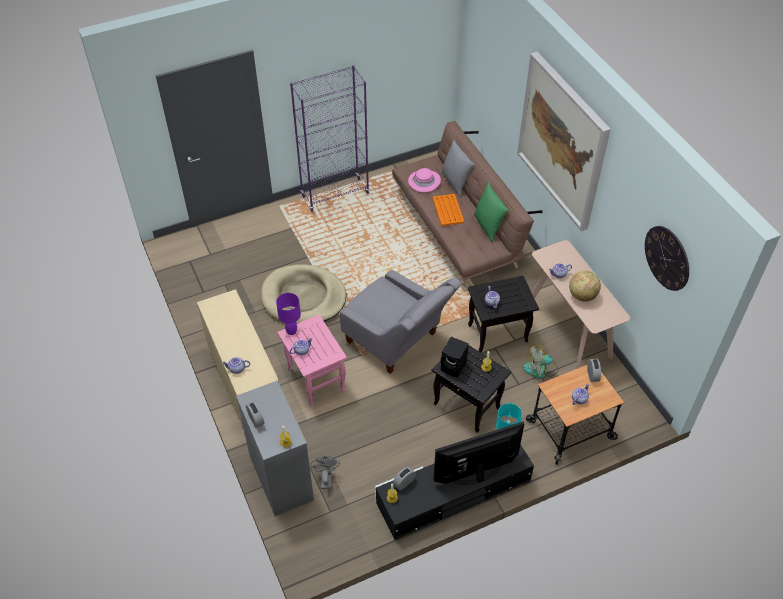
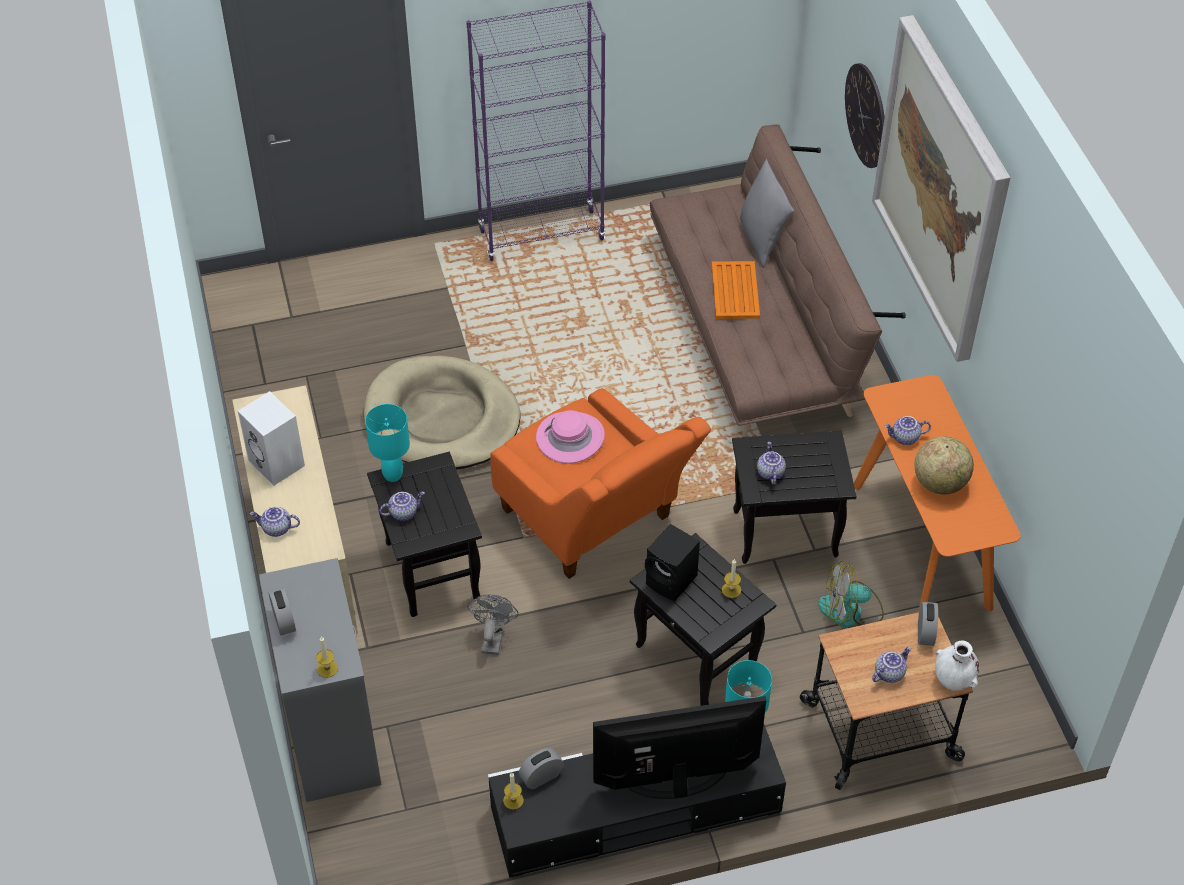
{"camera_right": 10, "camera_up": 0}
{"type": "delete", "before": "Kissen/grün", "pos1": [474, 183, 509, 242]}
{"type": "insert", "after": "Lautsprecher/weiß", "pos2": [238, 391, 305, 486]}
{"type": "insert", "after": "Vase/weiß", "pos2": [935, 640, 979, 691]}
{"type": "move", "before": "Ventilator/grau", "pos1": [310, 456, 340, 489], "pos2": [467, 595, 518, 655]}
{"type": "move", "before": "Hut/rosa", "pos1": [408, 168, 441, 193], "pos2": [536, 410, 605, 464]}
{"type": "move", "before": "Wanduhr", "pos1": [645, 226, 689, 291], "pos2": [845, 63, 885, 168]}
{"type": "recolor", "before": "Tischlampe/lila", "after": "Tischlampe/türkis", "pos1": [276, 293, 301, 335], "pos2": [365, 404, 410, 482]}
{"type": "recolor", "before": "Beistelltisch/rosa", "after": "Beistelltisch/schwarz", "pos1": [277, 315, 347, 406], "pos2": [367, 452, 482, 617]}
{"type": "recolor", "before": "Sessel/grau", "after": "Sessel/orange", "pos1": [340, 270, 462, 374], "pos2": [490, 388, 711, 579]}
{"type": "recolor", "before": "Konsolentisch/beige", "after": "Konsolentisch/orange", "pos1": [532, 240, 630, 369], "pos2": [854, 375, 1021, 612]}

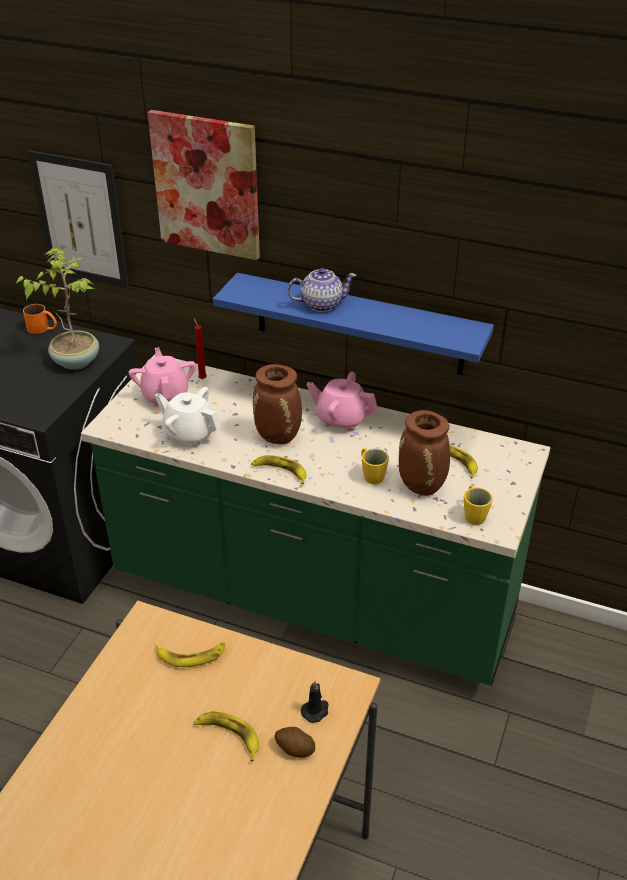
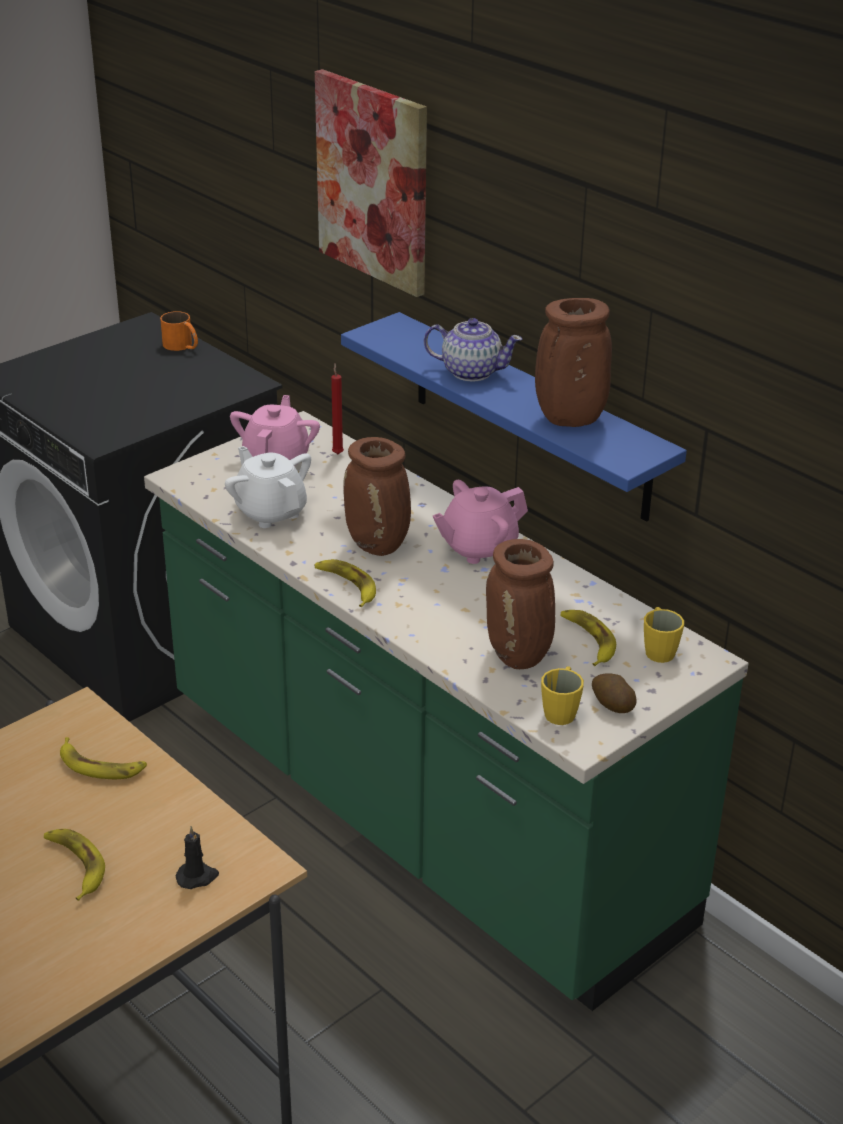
{"camera_right": 25, "camera_up": -5}
{"type": "delete", "before": "Topfpflanze", "pos1": [15, 248, 99, 370]}
{"type": "delete", "before": "Bild", "pos1": [27, 150, 129, 288]}
{"type": "insert", "after": "Vase/braun", "pos2": [535, 298, 612, 427]}
{"type": "move", "before": "Kartoffel", "pos1": [274, 727, 315, 758], "pos2": [592, 673, 637, 713]}
{"type": "move", "before": "Henkelbecher/gelb", "pos1": [361, 448, 389, 484], "pos2": [644, 607, 684, 663]}
{"type": "rotate", "before": "Teekanne/rosa", "pos1": [307, 372, 378, 431], "pos2": [433, 480, 528, 564], "turn": -75}

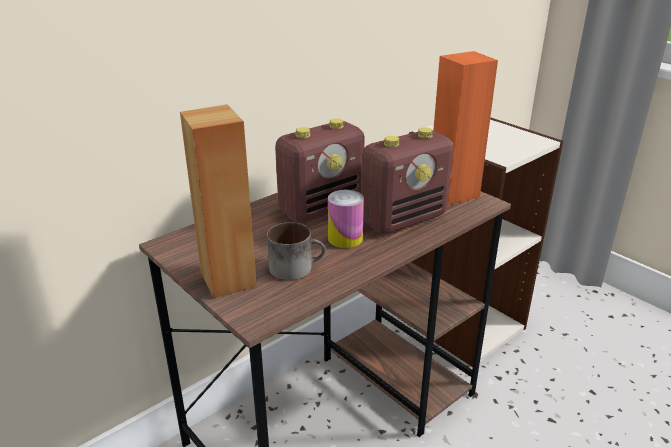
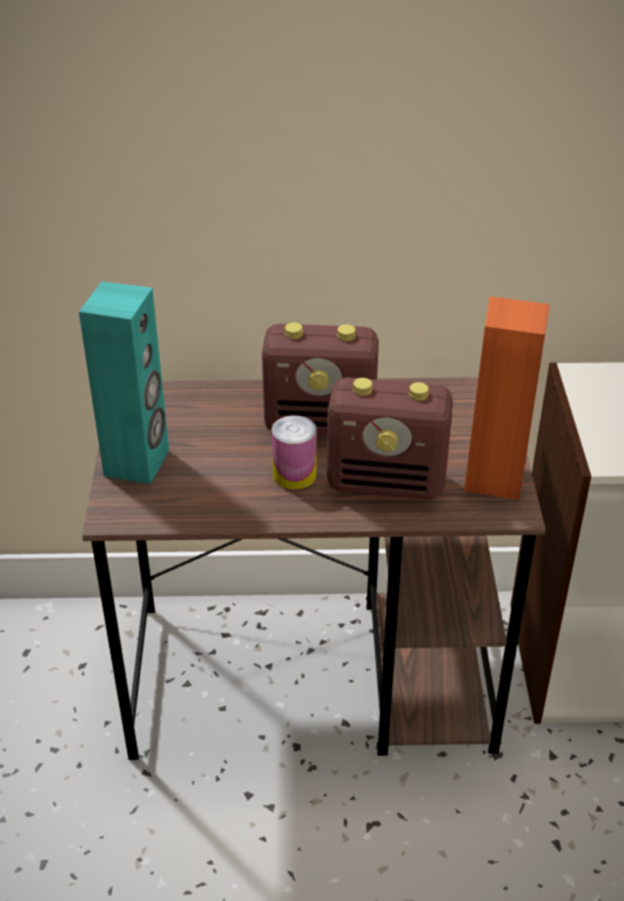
{"camera_right": 40, "camera_up": 10}
{"type": "delete", "before": "Henkelbecher", "pos1": [267, 222, 326, 280]}
{"type": "recolor", "before": "Lautsprecher/braun", "after": "Lautsprecher/türkis", "pos1": [180, 104, 257, 298], "pos2": [79, 282, 169, 484]}

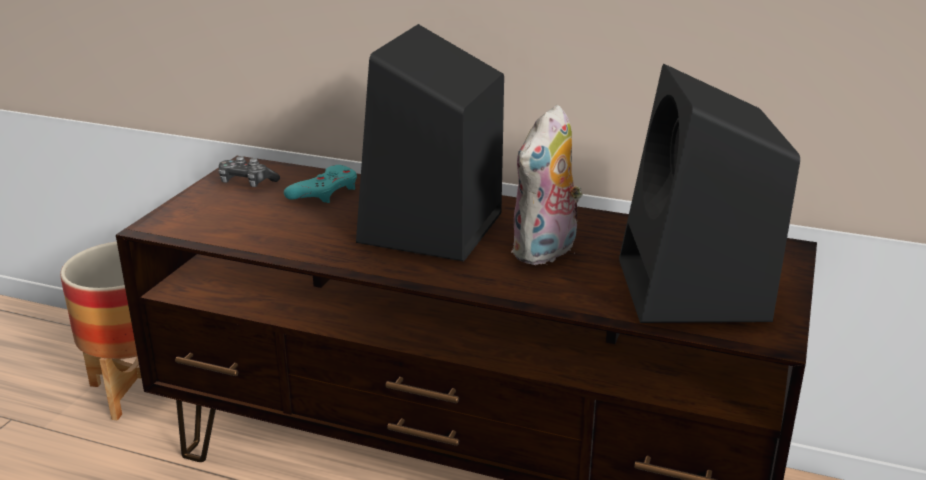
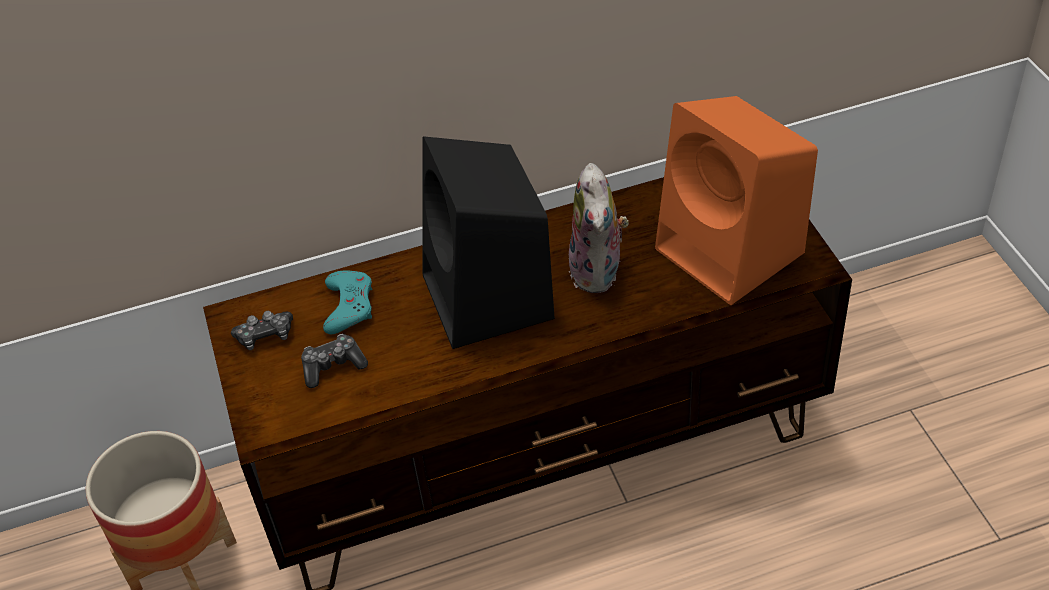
{"camera_right": -35, "camera_up": 20}
{"type": "insert", "after": "Gamepad", "pos2": [301, 334, 368, 388]}
{"type": "recolor", "before": "Lautsprecher/schwarz", "after": "Lautsprecher/orange", "pos1": [619, 64, 800, 323], "pos2": [655, 96, 818, 305]}

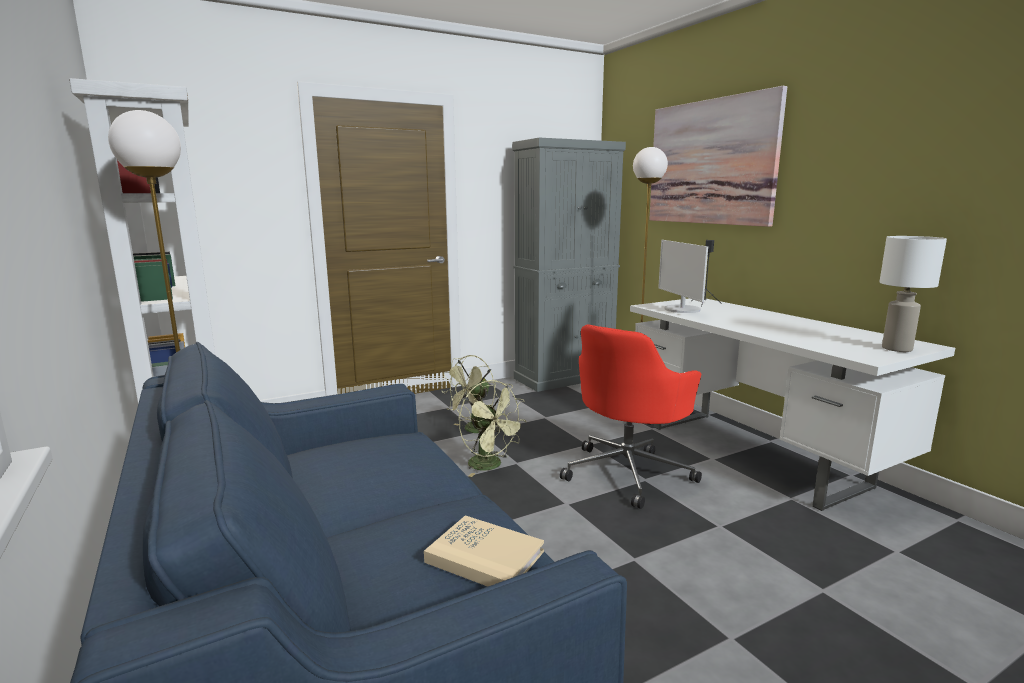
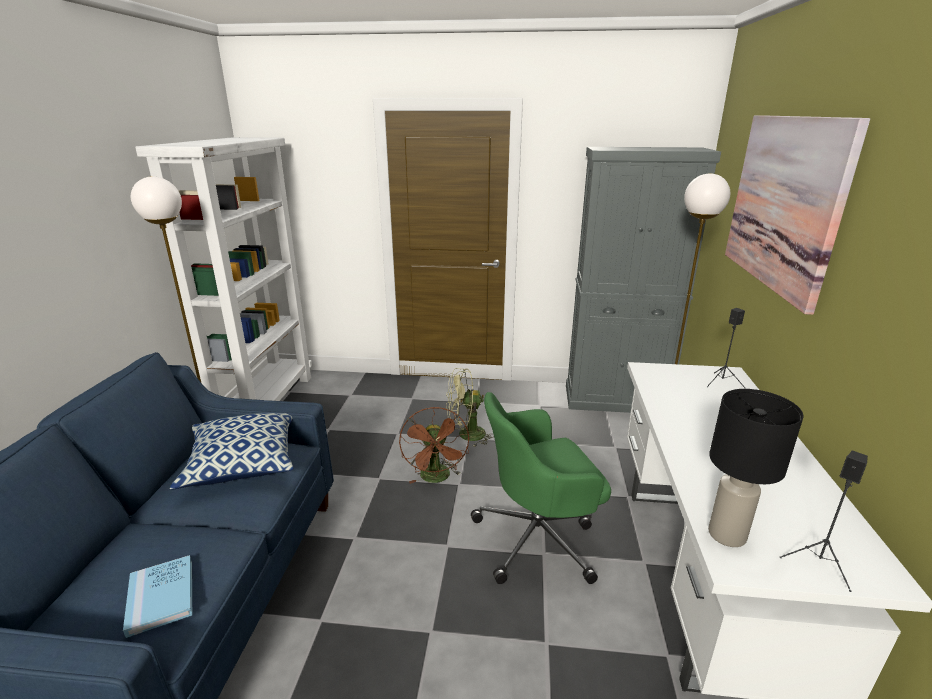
{"camera_right": 35, "camera_up": 10}
{"type": "delete", "before": "Monitor", "pos1": [658, 240, 708, 313]}
{"type": "insert", "after": "Kissen", "pos2": [170, 413, 294, 490]}
{"type": "insert", "after": "Tischlampe/schwarz", "pos2": [708, 389, 803, 547]}
{"type": "replace", "before": "Tischlampe/weiß", "after": "Lautsprecher/schwarz", "pos1": [880, 236, 947, 352], "pos2": [779, 450, 868, 592]}
{"type": "recolor", "before": "Buch/beige", "after": "Buch/blau", "pos1": [424, 515, 544, 587], "pos2": [123, 555, 192, 638]}
{"type": "recolor", "before": "Ventilator/grün", "after": "Ventilator/braun", "pos1": [459, 380, 527, 477], "pos2": [399, 407, 469, 484]}
{"type": "recolor", "before": "Bürostuhl/rot", "after": "Bürostuhl/grün", "pos1": [560, 324, 702, 509], "pos2": [471, 392, 611, 584]}

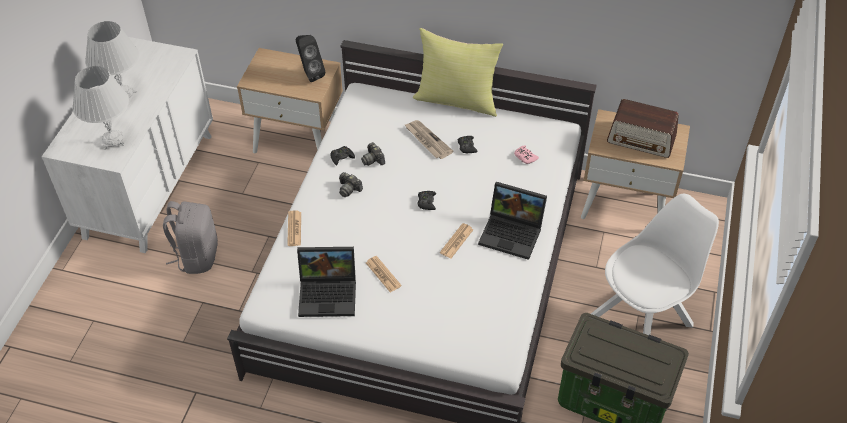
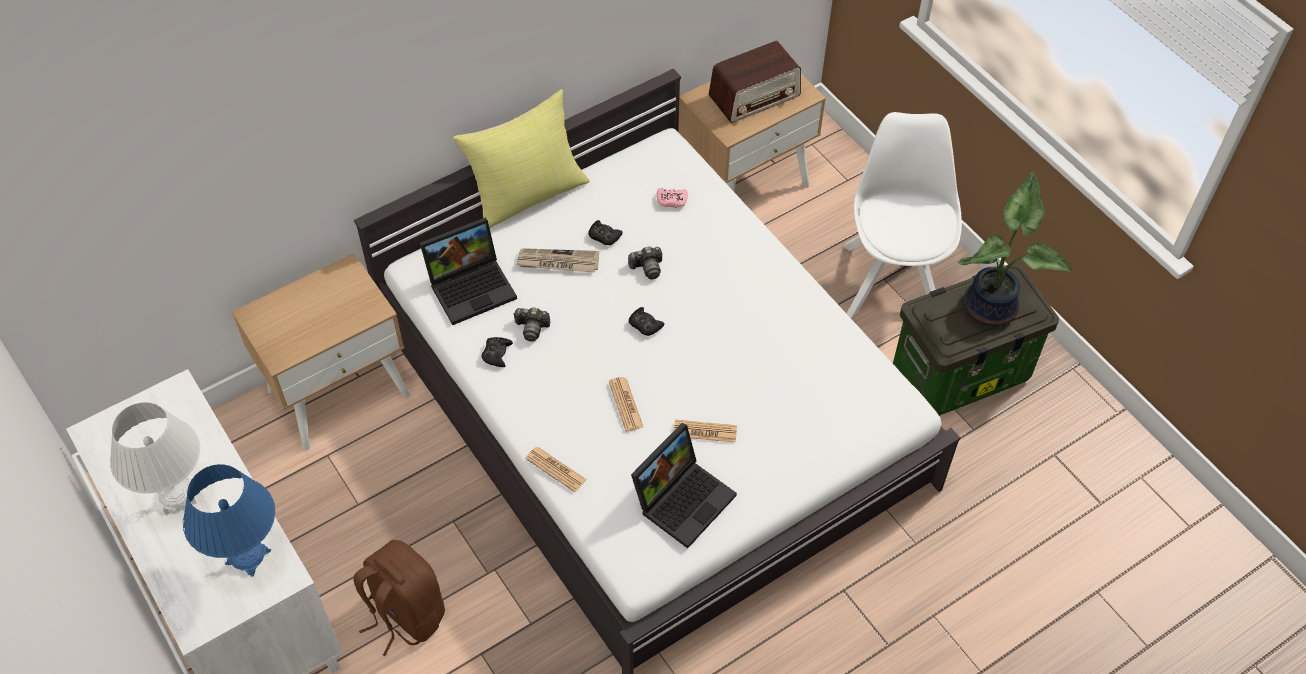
{"camera_right": -50, "camera_up": 5}
{"type": "delete", "before": "Lautsprecher/schwarz", "pos1": [296, 35, 325, 82]}
{"type": "insert", "after": "Topfpflanze", "pos2": [958, 172, 1071, 326]}
{"type": "move", "before": "Kamera", "pos1": [339, 172, 363, 197], "pos2": [628, 246, 662, 279]}
{"type": "move", "before": "Zeitung", "pos1": [440, 223, 474, 258], "pos2": [609, 377, 643, 431]}
{"type": "move", "before": "Laptop", "pos1": [478, 182, 547, 260], "pos2": [420, 218, 517, 325]}
{"type": "recolor", "before": "Tischlampe/weiß", "after": "Tischlampe/blau", "pos1": [72, 66, 129, 150], "pos2": [183, 464, 275, 577]}
{"type": "recolor", "before": "Rucksack/grau", "after": "Rucksack/braun", "pos1": [163, 201, 218, 274], "pos2": [353, 540, 445, 656]}

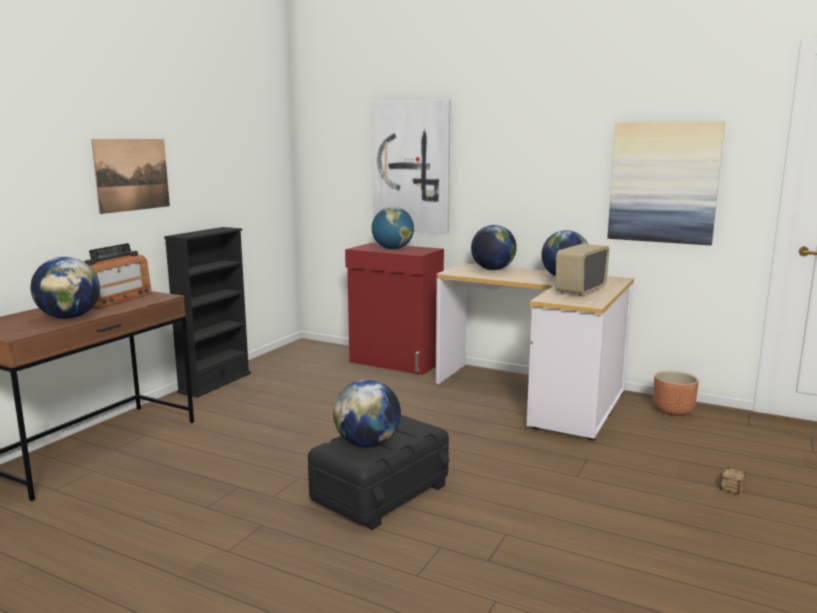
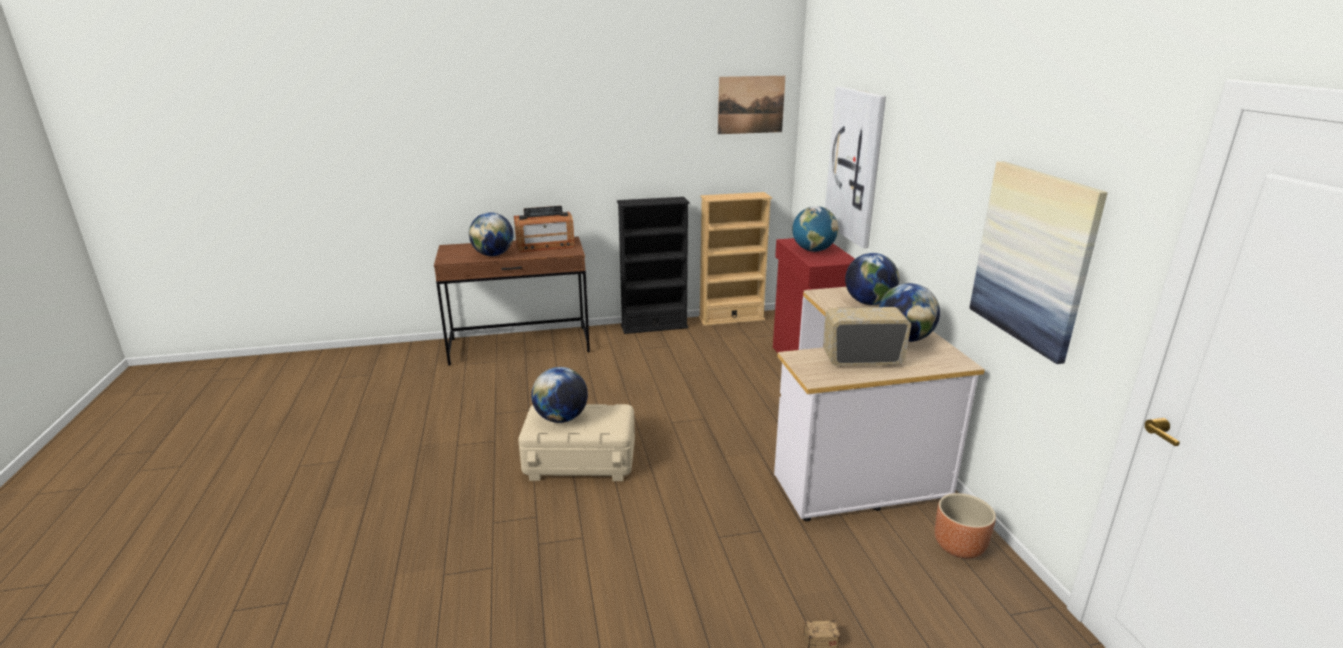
{"camera_right": 50, "camera_up": 10}
{"type": "insert", "after": "Bücherregal/beige", "pos2": [699, 192, 772, 326]}
{"type": "move", "before": "Bild", "pos1": [91, 139, 170, 214], "pos2": [718, 76, 785, 134]}
{"type": "recolor", "before": "Aufbewahrungsbox/schwarz", "after": "Aufbewahrungsbox/beige", "pos1": [308, 415, 450, 530], "pos2": [518, 404, 635, 481]}

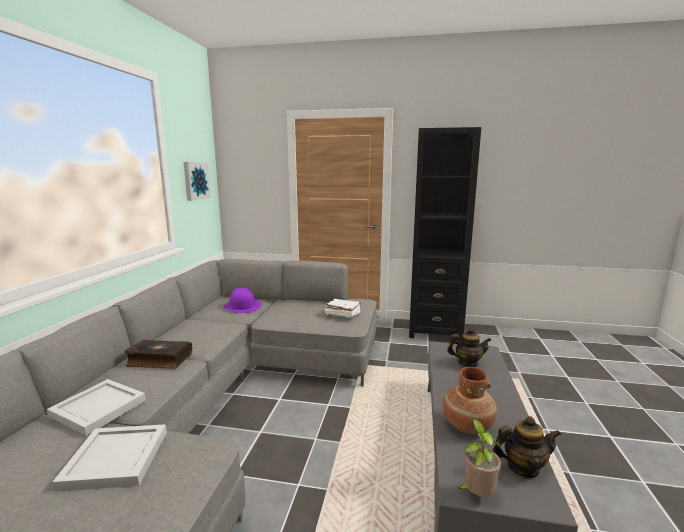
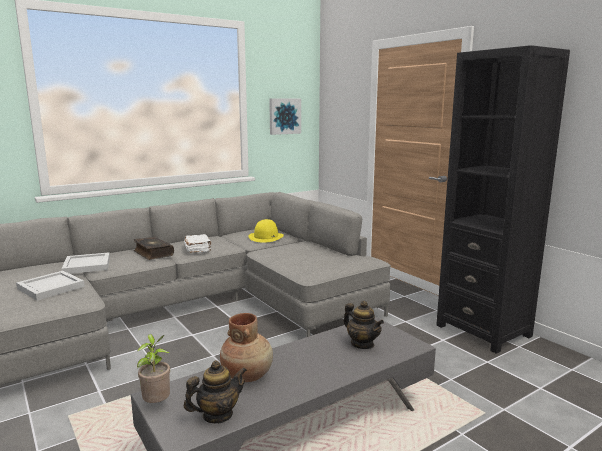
{"camera_right": 45, "camera_up": 0}
{"type": "move", "before": "Buch/weiß", "pos1": [325, 299, 361, 319], "pos2": [184, 234, 212, 253]}
{"type": "recolor", "before": "Hut/lila", "after": "Hut/gelb", "pos1": [223, 288, 262, 313], "pos2": [248, 219, 284, 242]}
{"type": "rotate", "before": "Teekanne", "pos1": [493, 416, 561, 478], "pos2": [184, 360, 247, 423], "turn": -75}

